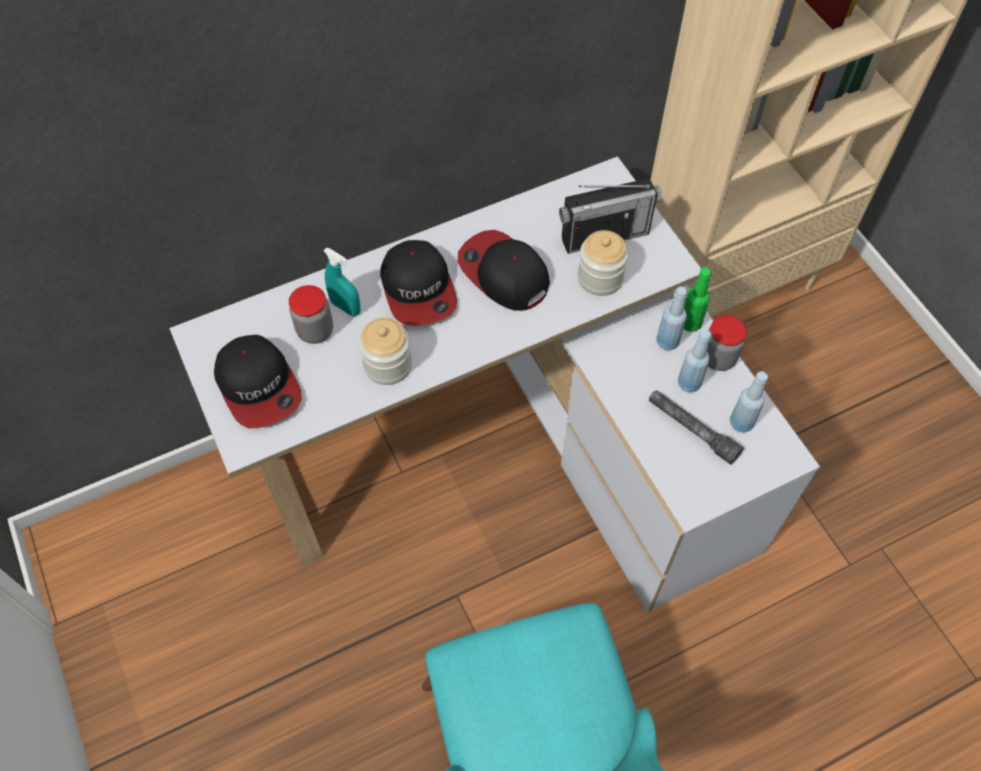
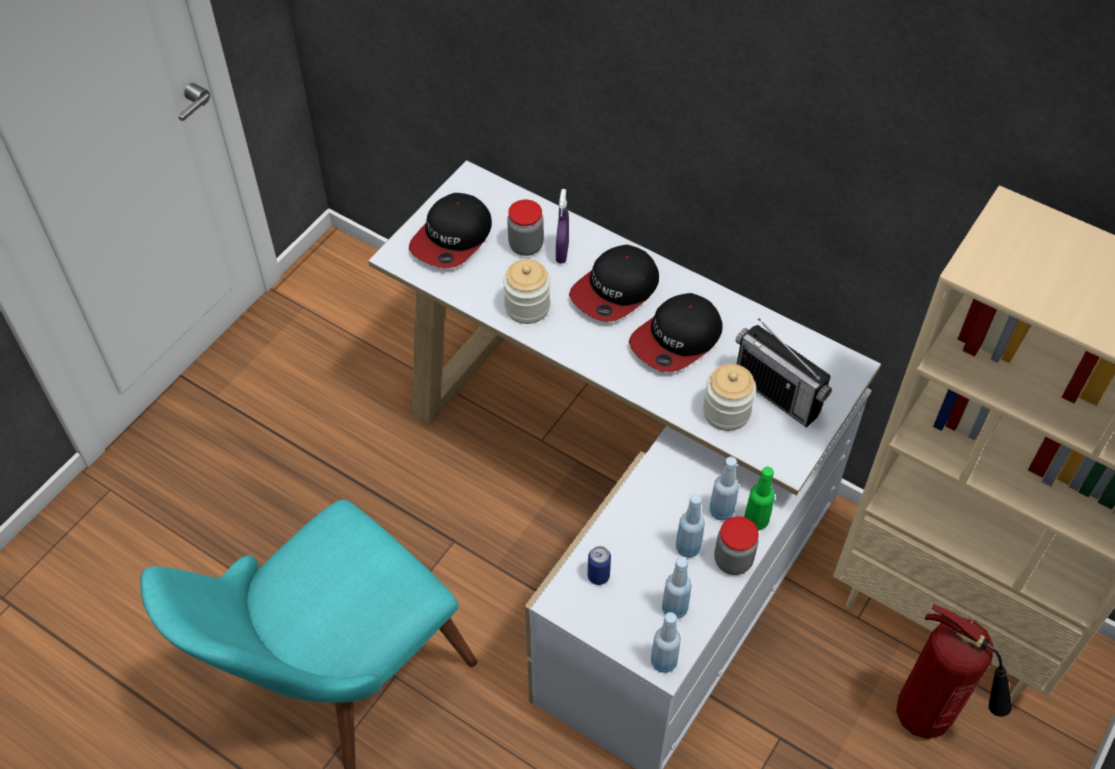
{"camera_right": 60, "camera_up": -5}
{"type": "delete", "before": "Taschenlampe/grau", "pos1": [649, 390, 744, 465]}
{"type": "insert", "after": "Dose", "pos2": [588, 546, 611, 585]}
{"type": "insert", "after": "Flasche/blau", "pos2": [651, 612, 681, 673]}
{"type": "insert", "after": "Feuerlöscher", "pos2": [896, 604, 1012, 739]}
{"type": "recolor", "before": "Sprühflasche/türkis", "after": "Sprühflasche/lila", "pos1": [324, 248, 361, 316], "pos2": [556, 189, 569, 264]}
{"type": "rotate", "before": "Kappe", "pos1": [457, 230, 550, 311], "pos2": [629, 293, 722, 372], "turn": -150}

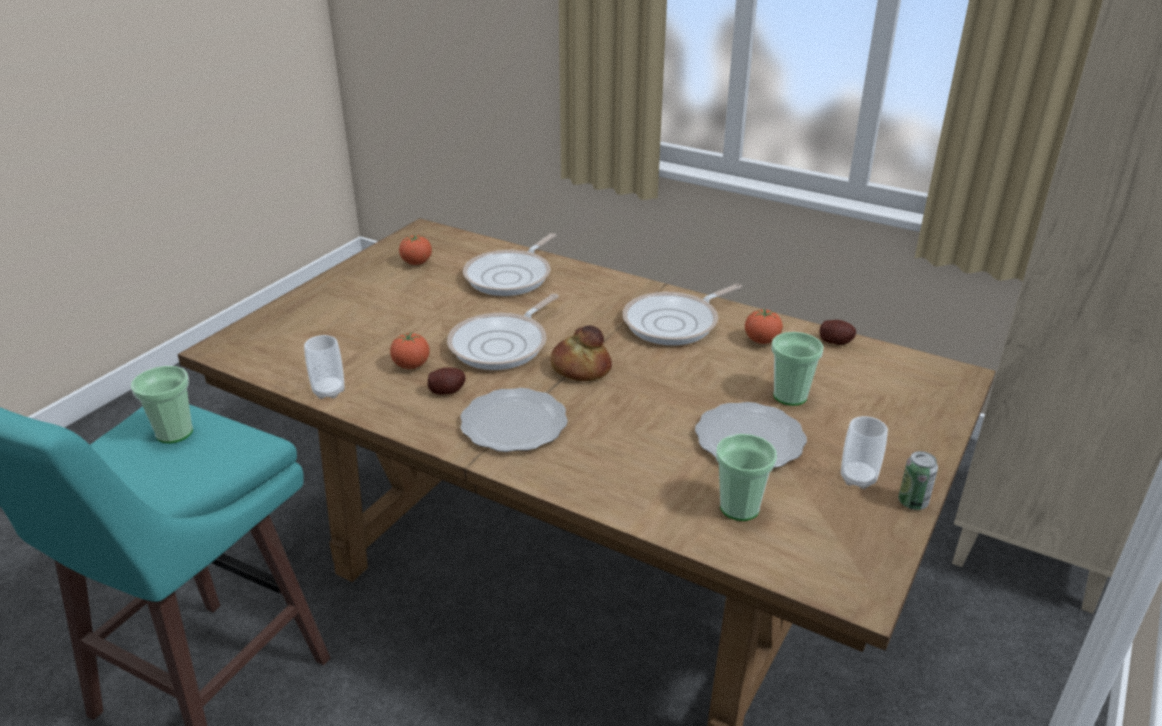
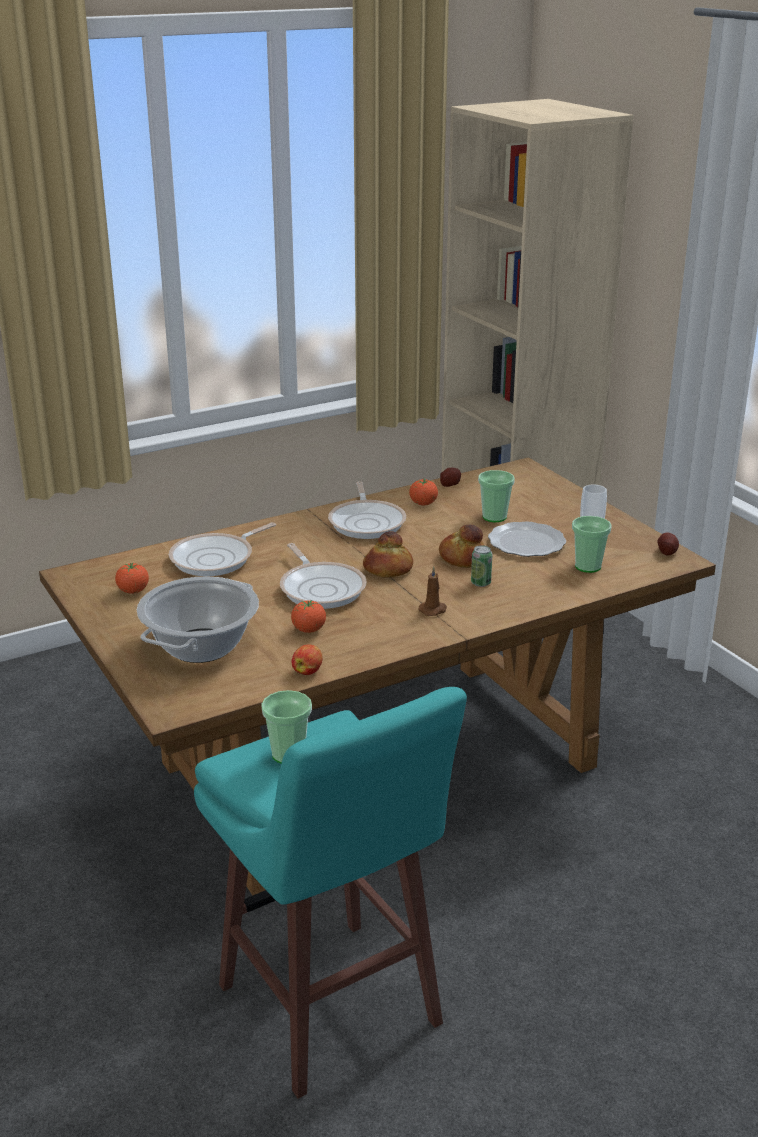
{"camera_right": -60, "camera_up": -5}
{"type": "insert", "after": "Kochtopf", "pos2": [137, 576, 259, 663]}
{"type": "insert", "after": "Brot", "pos2": [439, 525, 485, 568]}
{"type": "move", "before": "Kartoffel", "pos1": [428, 367, 466, 395], "pos2": [657, 532, 679, 555]}
{"type": "move", "before": "Dose", "pos1": [898, 451, 938, 510], "pos2": [471, 545, 493, 587]}
{"type": "replace", "before": "Tasse", "after": "Apfel", "pos1": [304, 335, 344, 399], "pos2": [292, 644, 322, 675]}
{"type": "replace", "before": "Teller", "after": "Kerze/braun", "pos1": [460, 388, 568, 452], "pos2": [419, 566, 447, 616]}
{"type": "rotate", "before": "Pfanne", "pos1": [463, 233, 556, 296], "pos2": [169, 522, 276, 576], "turn": 75}

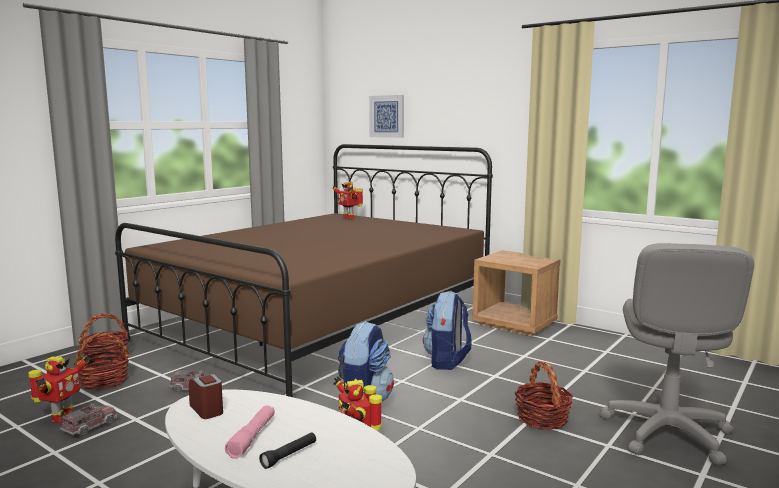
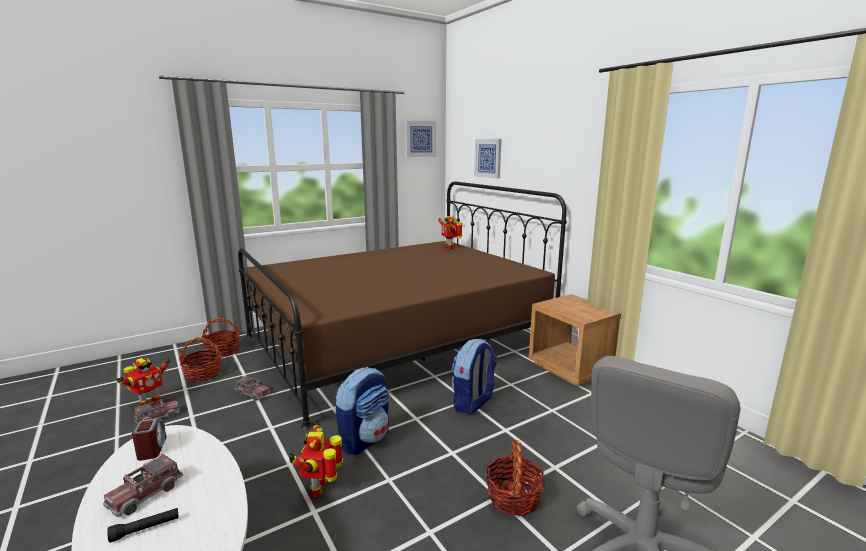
{"camera_right": 20, "camera_up": 5}
{"type": "insert", "after": "Bild", "pos2": [405, 121, 436, 157]}
{"type": "replace", "before": "Taschenlampe/rosa", "after": "Spielzeuglaster", "pos1": [225, 406, 275, 459], "pos2": [103, 454, 183, 517]}

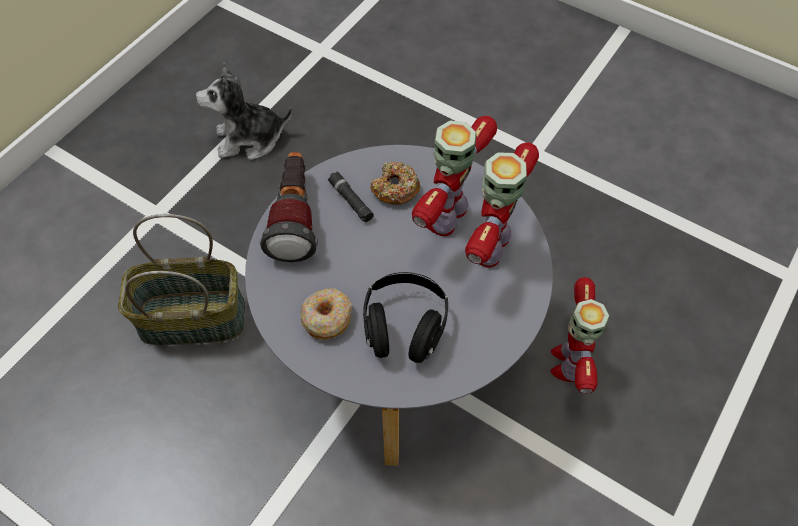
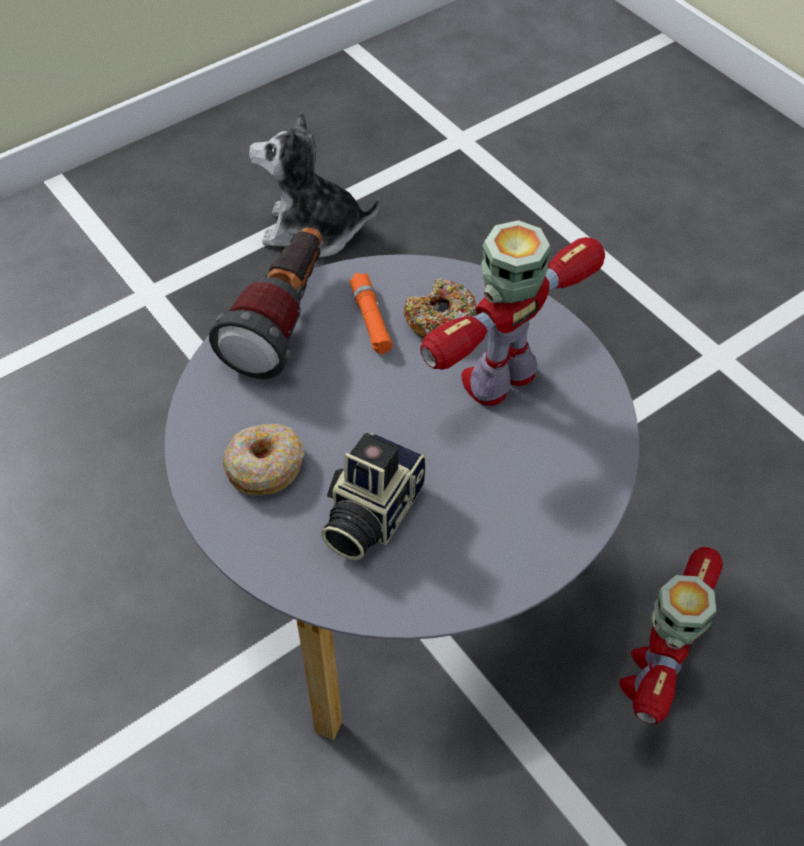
{"camera_right": 20, "camera_up": -5}
{"type": "delete", "before": "Korb", "pos1": [118, 214, 245, 345]}
{"type": "delete", "before": "Spielzeugroboter", "pos1": [465, 142, 539, 267]}
{"type": "replace", "before": "Kopfhörer/schwarz", "after": "Kamera", "pos1": [363, 272, 448, 363], "pos2": [321, 433, 426, 560]}
{"type": "recolor", "before": "Taschenlampe/schwarz", "after": "Taschenlampe/orange", "pos1": [328, 171, 374, 222], "pos2": [349, 273, 393, 354]}

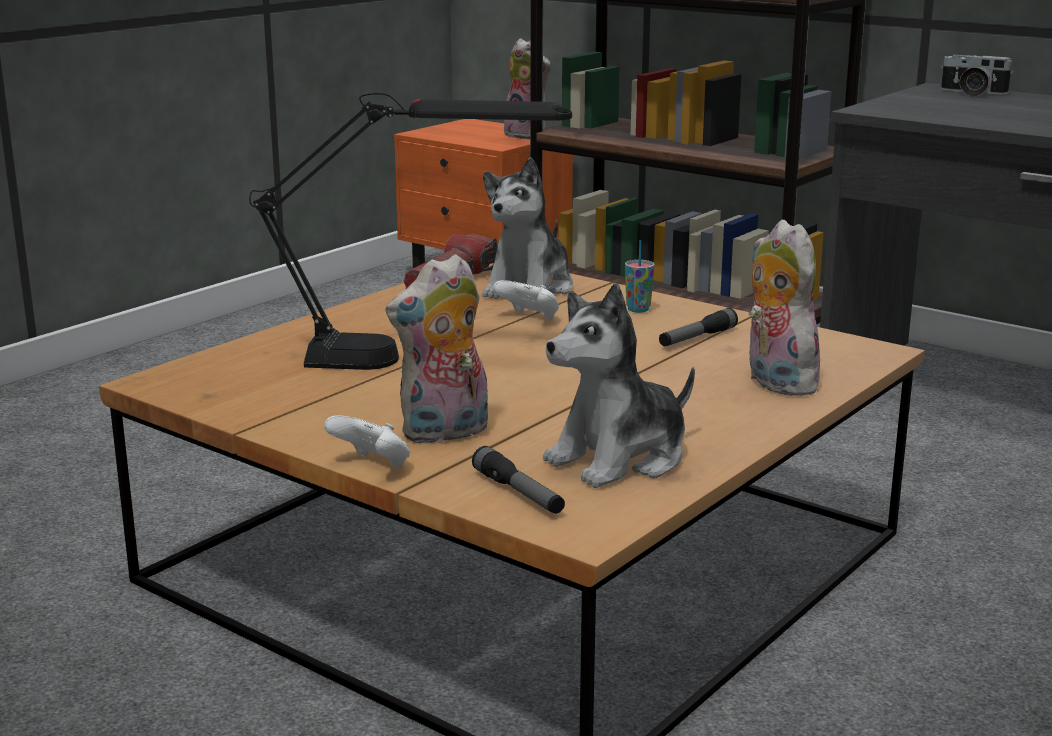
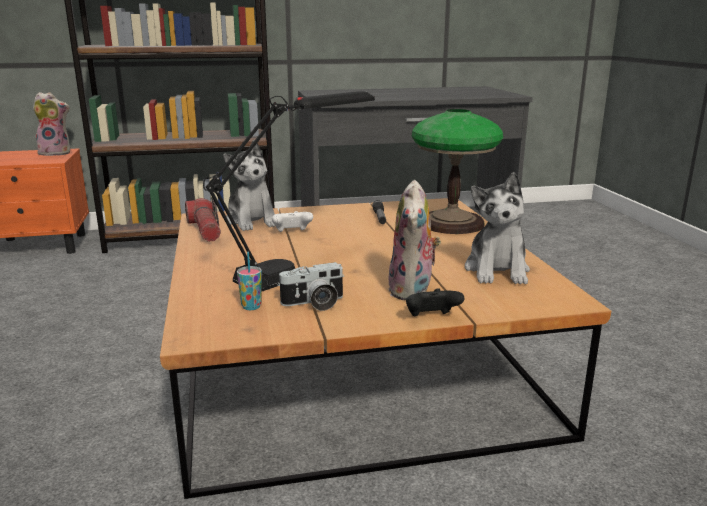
{"camera_right": -50, "camera_up": 0}
{"type": "delete", "before": "Taschenlampe", "pos1": [472, 446, 565, 514]}
{"type": "move", "before": "Tasse", "pos1": [625, 240, 655, 313], "pos2": [237, 252, 262, 310]}
{"type": "move", "before": "Kamera", "pos1": [941, 55, 1013, 97], "pos2": [277, 262, 344, 311]}
{"type": "replace", "before": "Plüschtier", "after": "Tischlampe", "pos1": [749, 220, 822, 396], "pos2": [412, 109, 503, 234]}
{"type": "recolor", "before": "Gamepad/weiß", "after": "Gamepad/schwarz", "pos1": [324, 415, 410, 469], "pos2": [406, 289, 464, 316]}

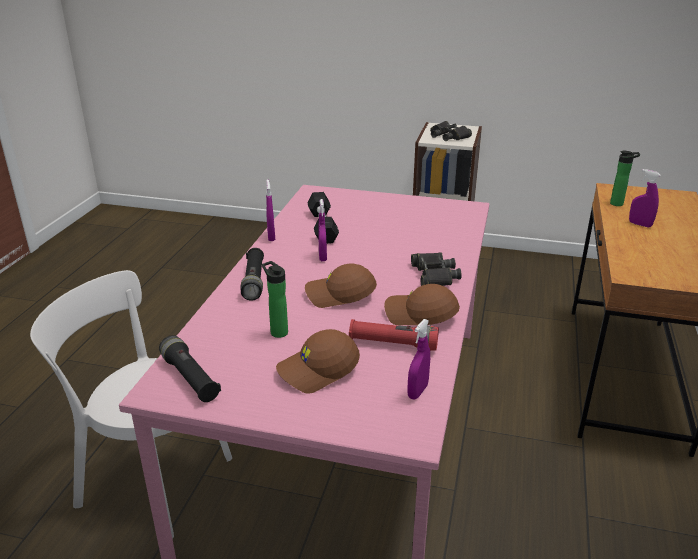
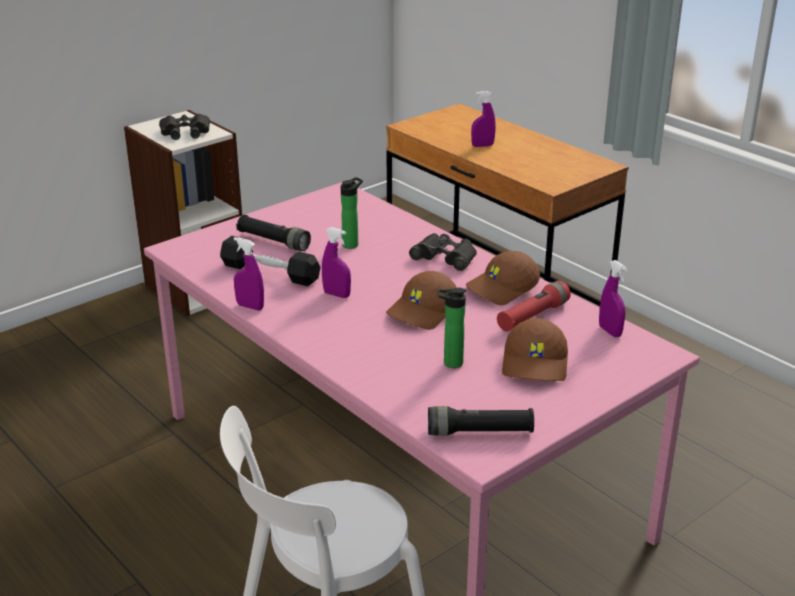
{"camera_right": -55, "camera_up": 0}
{"type": "move", "before": "Taschenlampe/schwarz", "pos1": [240, 248, 264, 301], "pos2": [236, 215, 311, 251]}
{"type": "move", "before": "Flasche", "pos1": [610, 151, 640, 206], "pos2": [341, 177, 363, 249]}

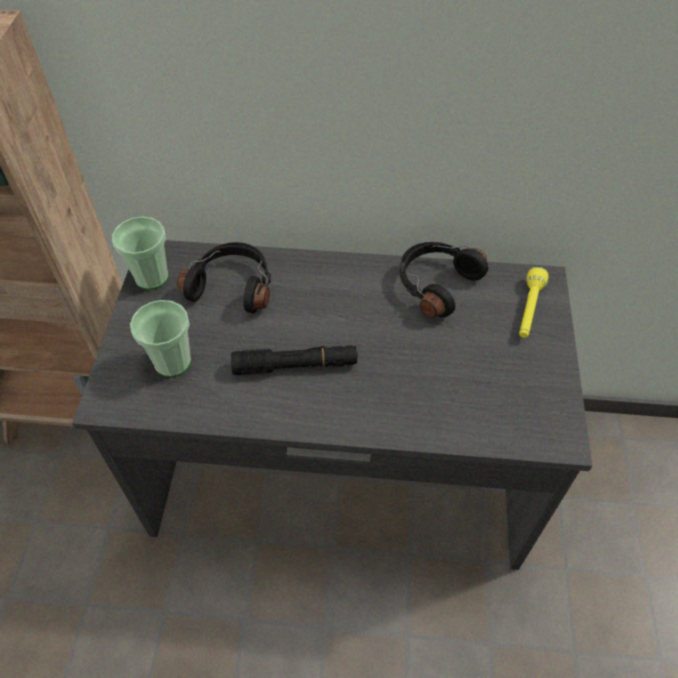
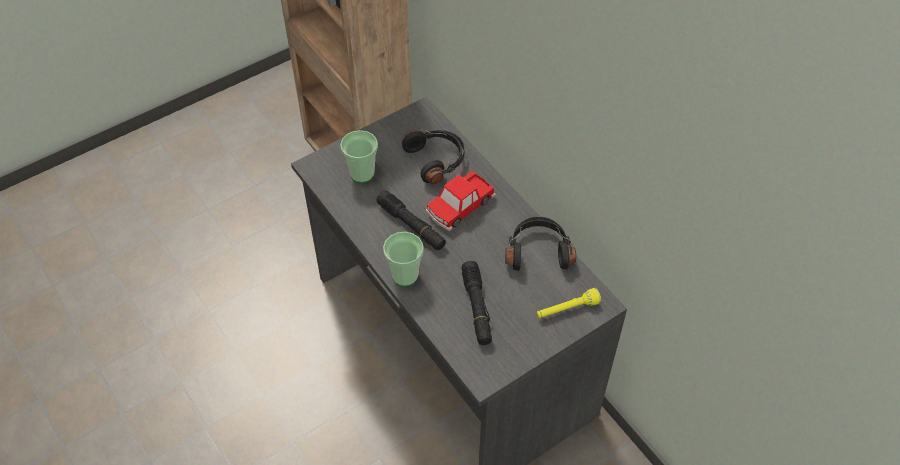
{"camera_right": 50, "camera_up": 0}
{"type": "insert", "after": "Spielzeugauto", "pos2": [426, 171, 496, 231]}
{"type": "insert", "after": "Taschenlampe/schwarz", "pos2": [462, 261, 492, 345]}
{"type": "move", "before": "Tasse", "pos1": [112, 216, 168, 290], "pos2": [383, 232, 424, 286]}

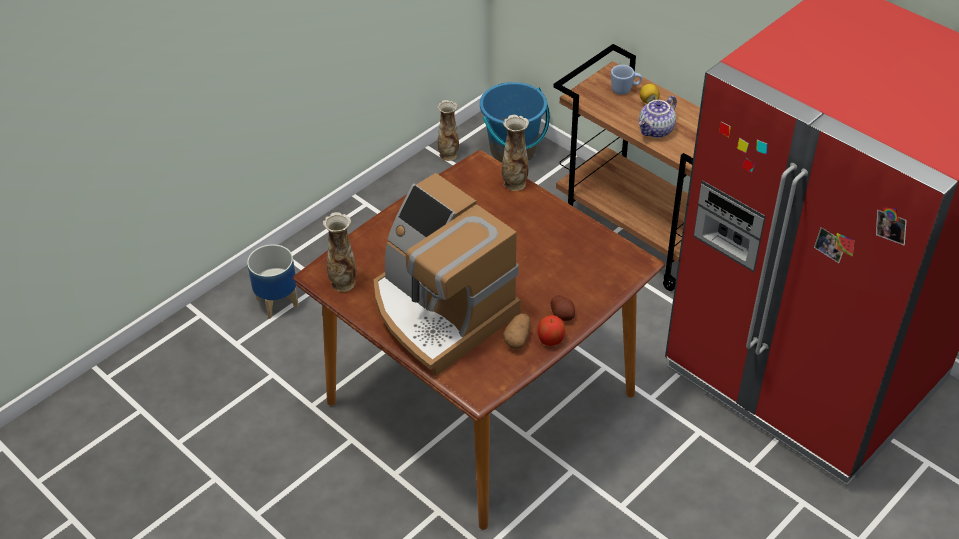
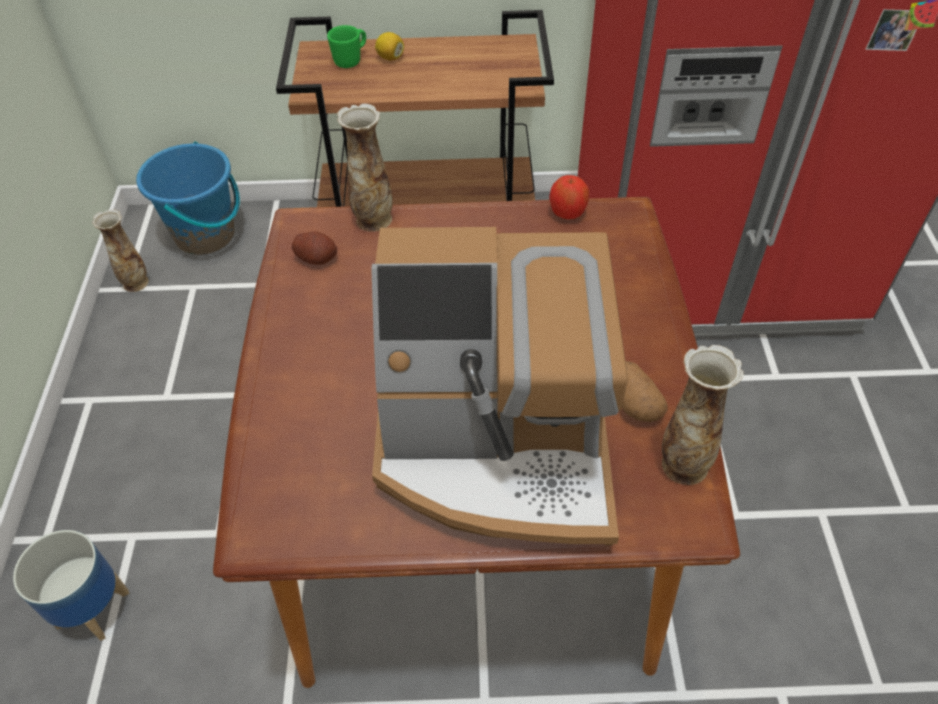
{"camera_right": -45, "camera_up": 5}
{"type": "delete", "before": "Teekanne", "pos1": [639, 95, 677, 138]}
{"type": "move", "before": "Vase", "pos1": [323, 212, 357, 292], "pos2": [662, 345, 744, 485]}
{"type": "move", "before": "Apfel", "pos1": [538, 315, 565, 346], "pos2": [549, 175, 589, 219]}
{"type": "move", "before": "Kartoffel", "pos1": [550, 295, 575, 321], "pos2": [292, 231, 337, 265]}
{"type": "recolor", "before": "Henkelbecher/blau", "after": "Henkelbecher/grün", "pos1": [611, 65, 642, 95], "pos2": [327, 25, 366, 68]}

